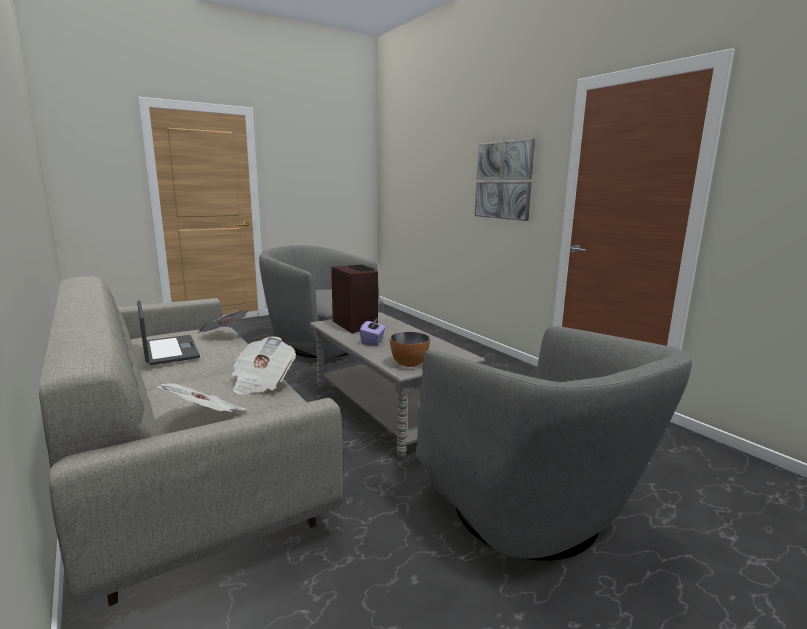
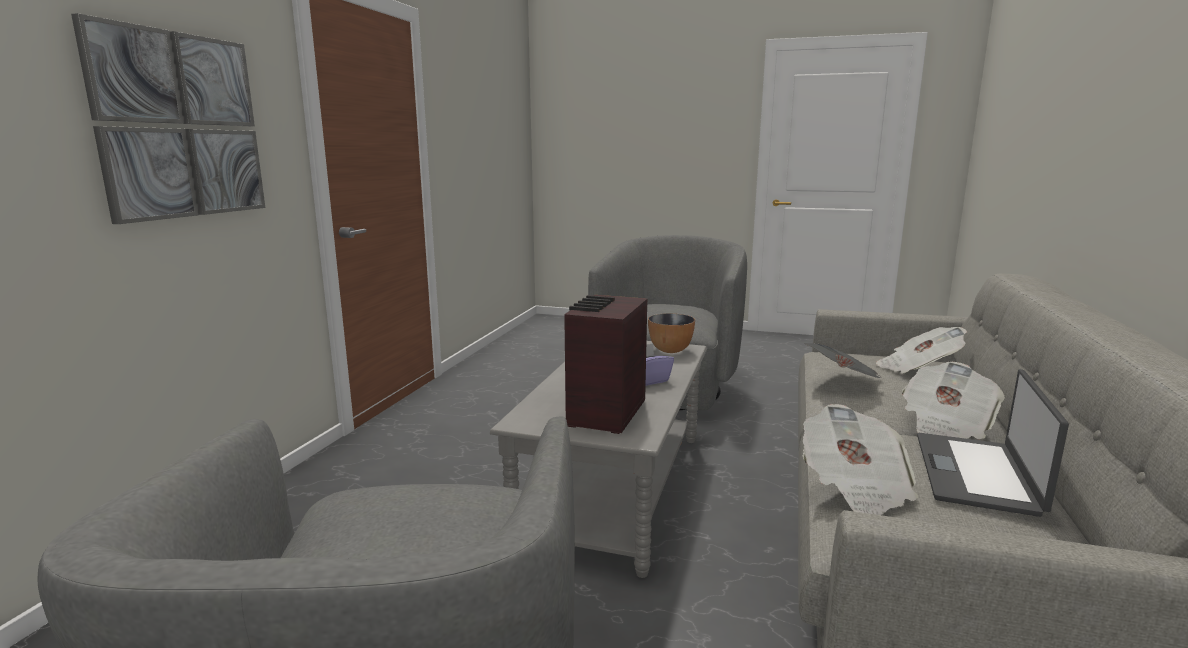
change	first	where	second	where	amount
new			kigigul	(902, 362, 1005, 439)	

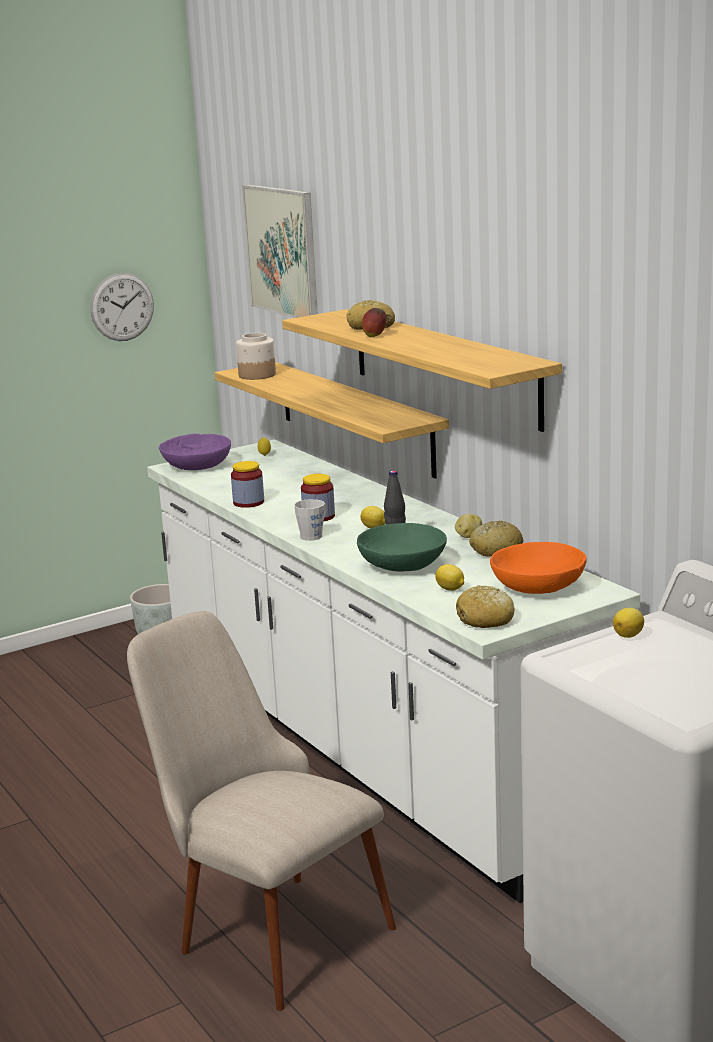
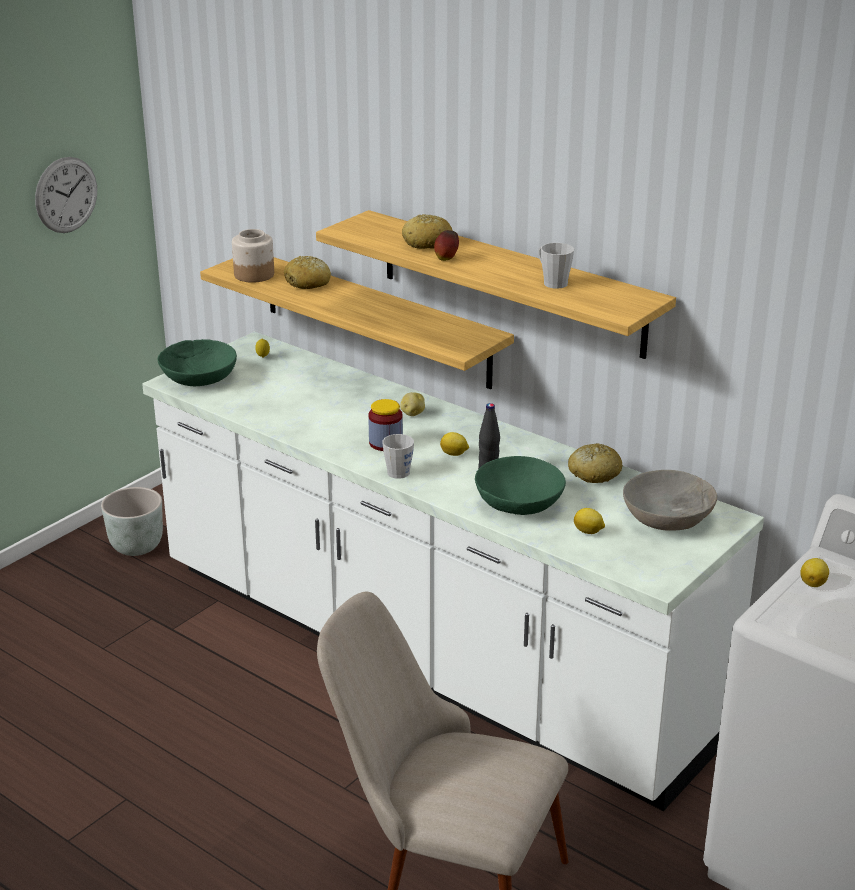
change	first	where	second	where	amount
gone	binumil	(242, 184, 318, 318)			
repainted	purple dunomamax	(159, 434, 231, 470)	green dunomamax	(157, 339, 237, 386)	
gone	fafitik	(231, 461, 264, 508)			
shifted	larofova	(455, 514, 482, 538)		(400, 392, 425, 416)	
repainted	orange dunomamax	(490, 542, 587, 594)	grey dunomamax	(623, 470, 717, 531)	
shifted	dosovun	(456, 585, 515, 628)		(284, 256, 331, 289)	
new			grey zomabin	(538, 243, 574, 289)	

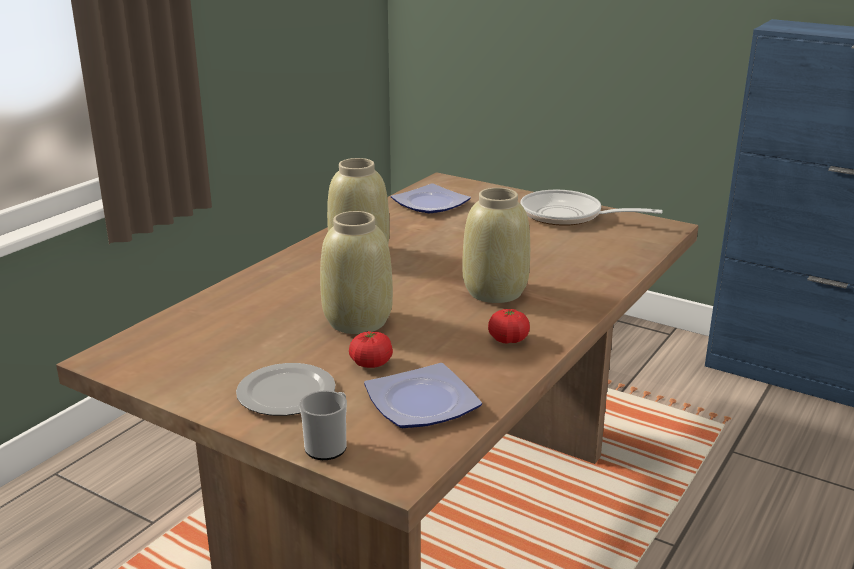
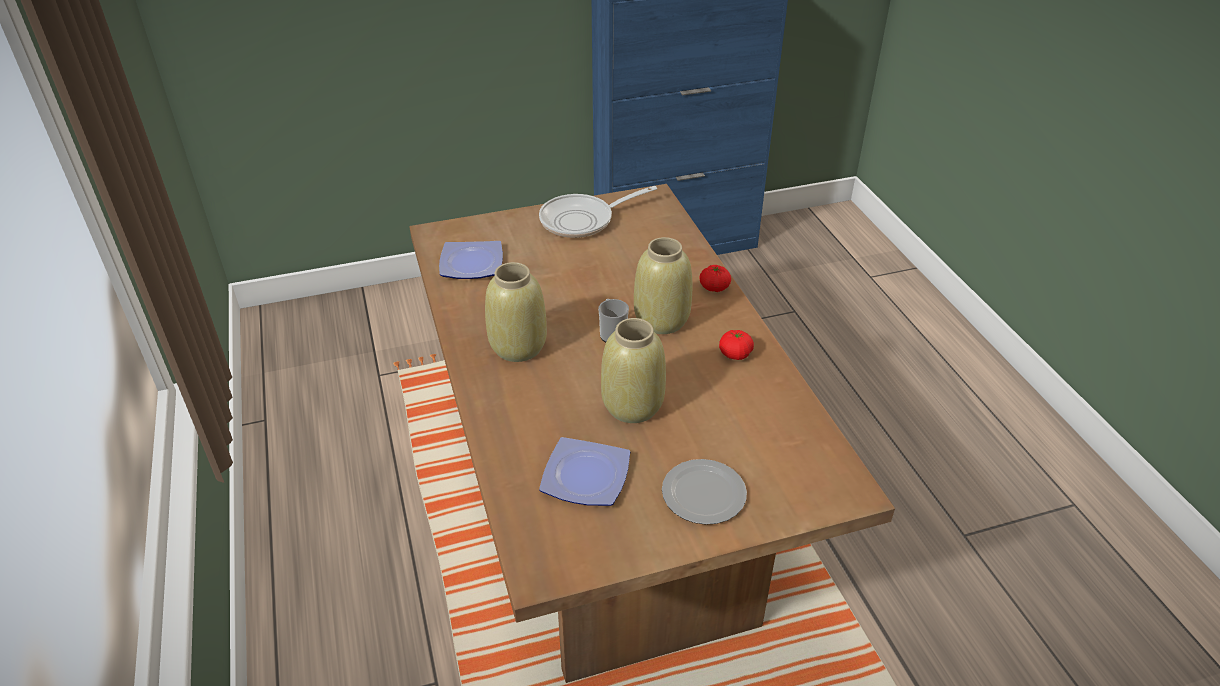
change	first	where	second	where	amount
shifted	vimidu	(349, 331, 393, 368)		(700, 265, 731, 292)	
shifted	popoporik	(364, 363, 482, 428)		(539, 437, 630, 506)	
shifted	zomabin	(300, 390, 347, 460)		(598, 299, 629, 342)	

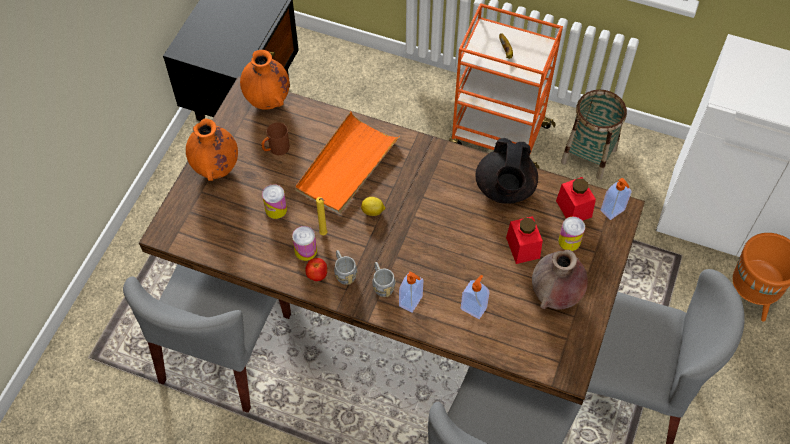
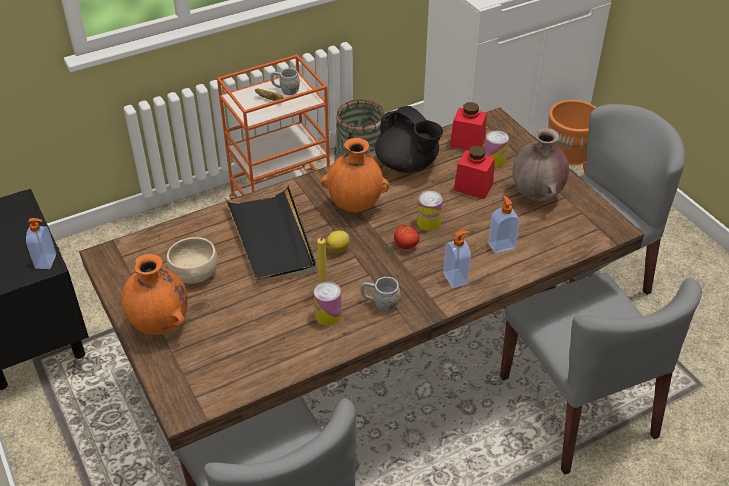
change	first	where	second	where	amount
shifted	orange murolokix	(240, 50, 289, 109)		(321, 138, 389, 213)	
repainted	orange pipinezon	(295, 111, 400, 214)	black pipinezon	(225, 185, 317, 284)	
swapped	brown zomabin	(261, 122, 290, 155)	beige dunomamax	(167, 237, 218, 284)	
shifted	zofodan	(601, 178, 631, 220)		(26, 218, 56, 269)	
shifted	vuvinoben	(262, 184, 287, 219)		(417, 191, 443, 231)	
shifted	vimidu	(305, 258, 327, 281)		(394, 225, 420, 249)	
shifted	grey zomabin	(372, 262, 396, 297)		(271, 68, 300, 95)	

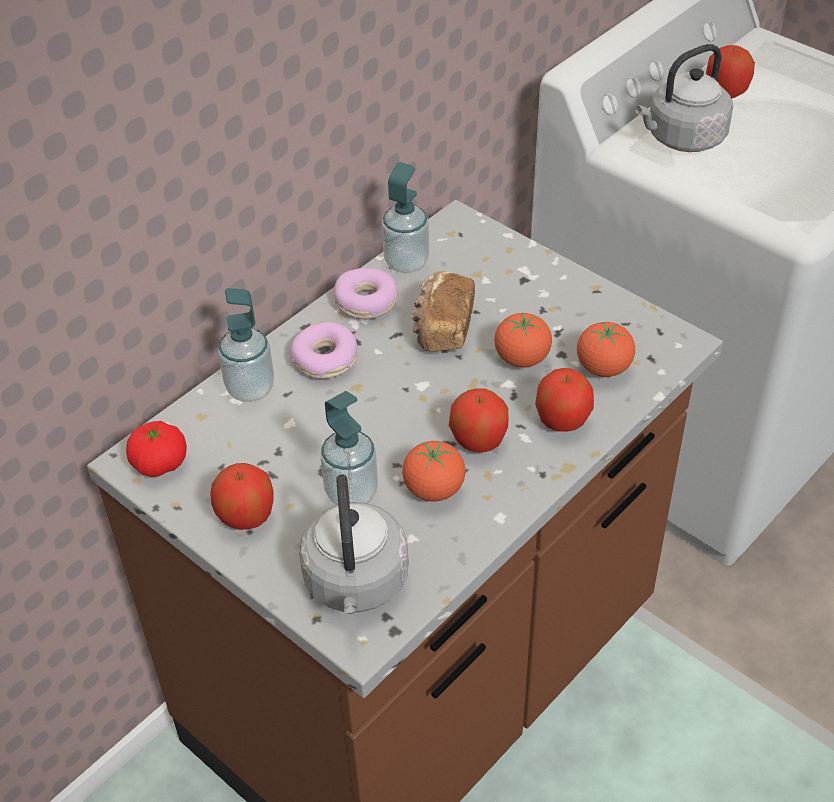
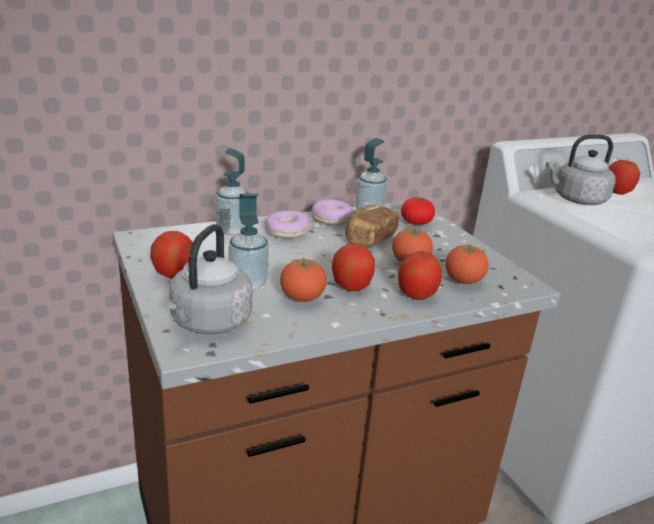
change	first	where	second	where	amount
shifted	vimidu	(126, 421, 187, 477)		(401, 197, 435, 225)	

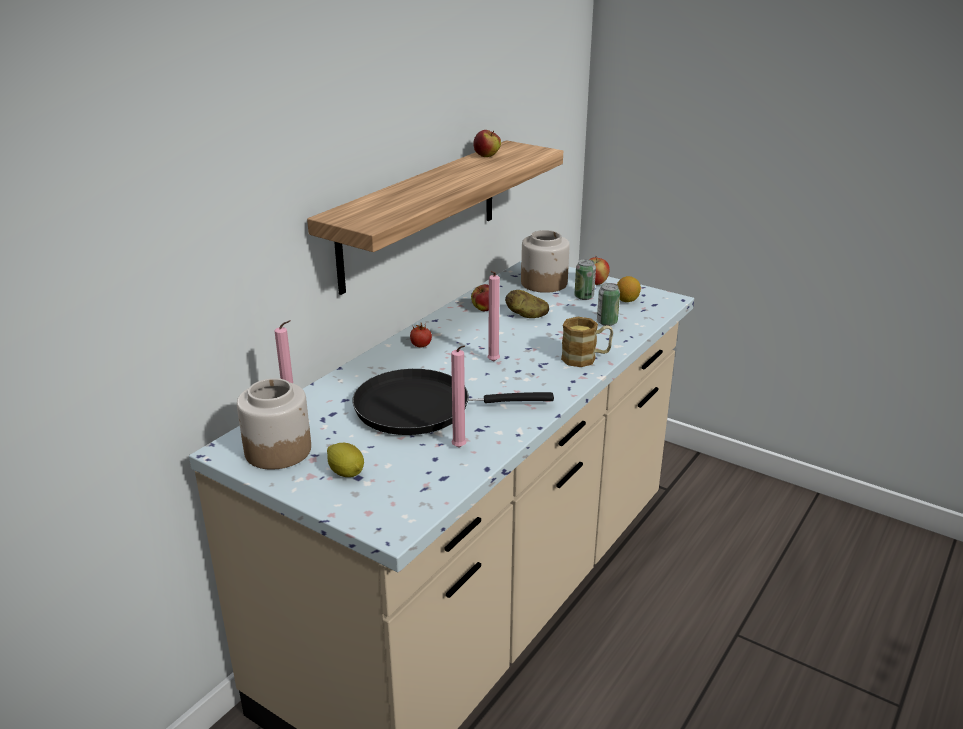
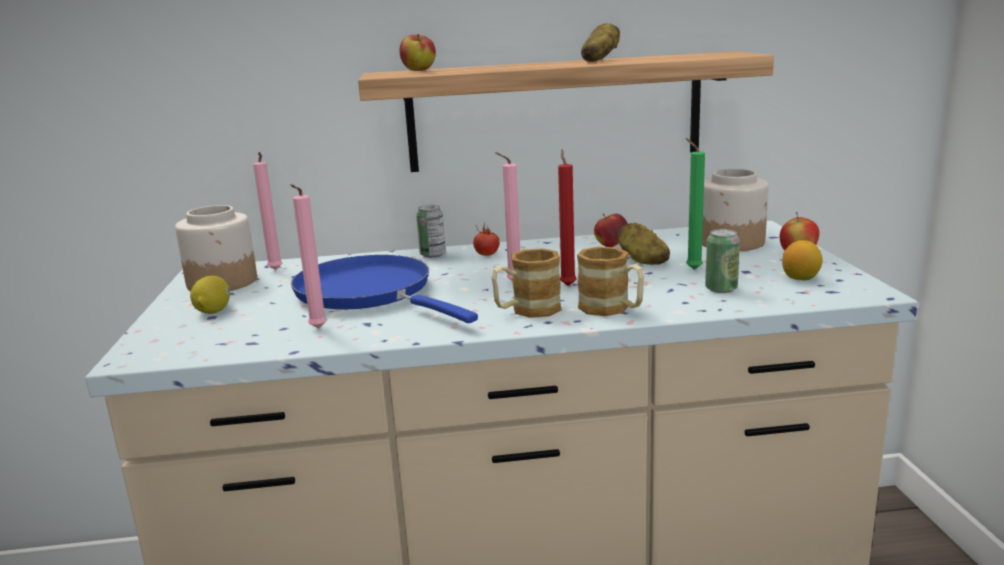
change	first	where	second	where	amount
shifted	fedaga	(473, 130, 501, 157)		(399, 34, 436, 71)	
shifted	vuvinoben	(574, 259, 596, 300)		(416, 205, 446, 258)	
repainted	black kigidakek	(353, 369, 554, 435)	blue kigidakek	(291, 255, 478, 323)	
new			larofova	(581, 24, 620, 62)	
new			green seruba	(685, 138, 705, 270)	
new			red seruba	(558, 149, 577, 286)	
new			zomabin	(491, 248, 561, 318)	

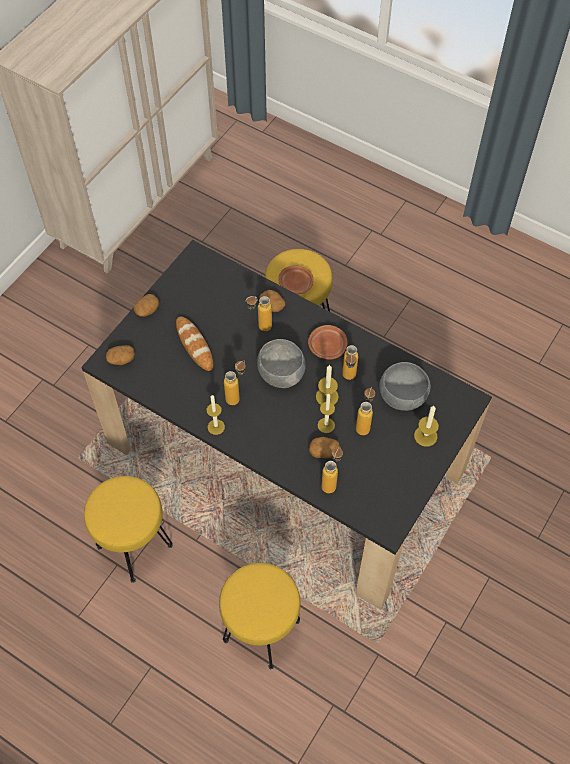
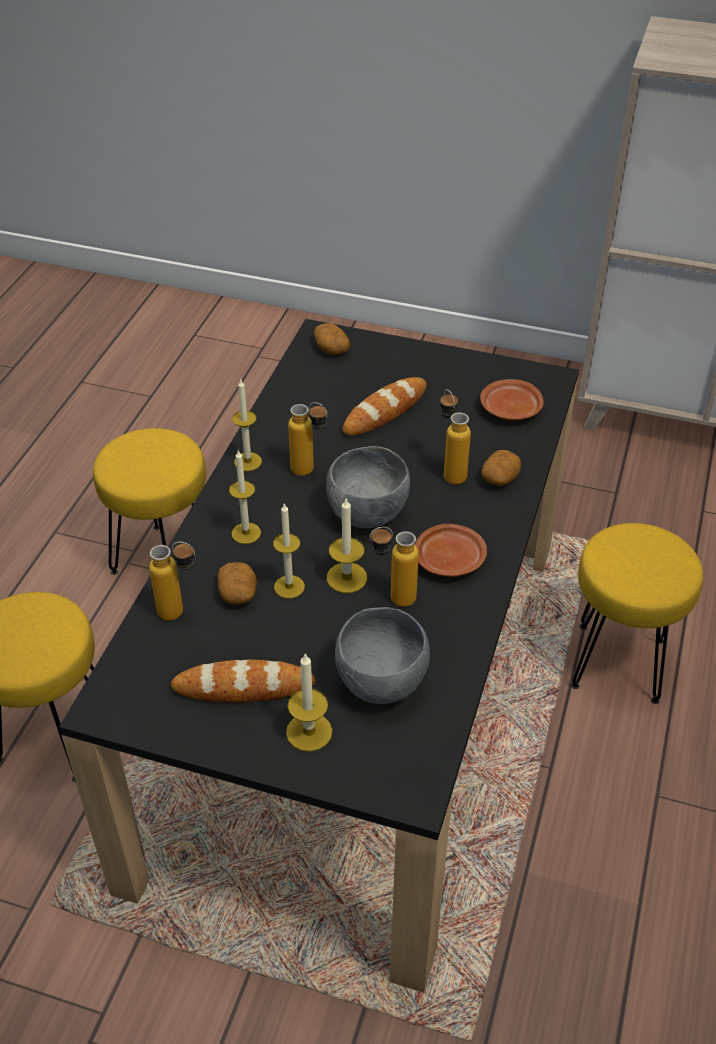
change	first	where	second	where	amount
shifted	brown popoporik	(278, 266, 314, 294)		(480, 379, 544, 421)	
gone	larofova	(134, 294, 159, 317)			
gone	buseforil	(356, 387, 375, 435)			
new			seruba	(229, 450, 261, 544)	
new			dosovun	(171, 660, 315, 702)	

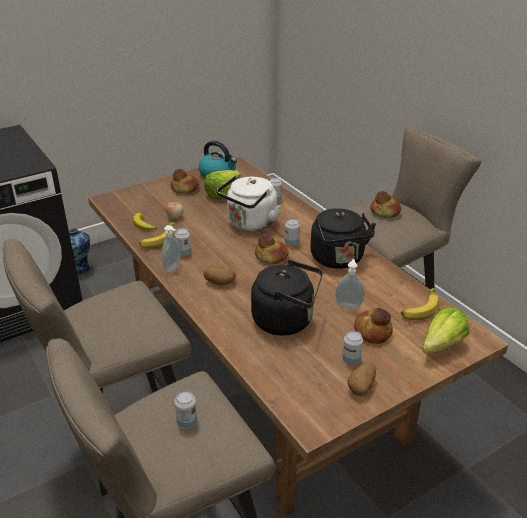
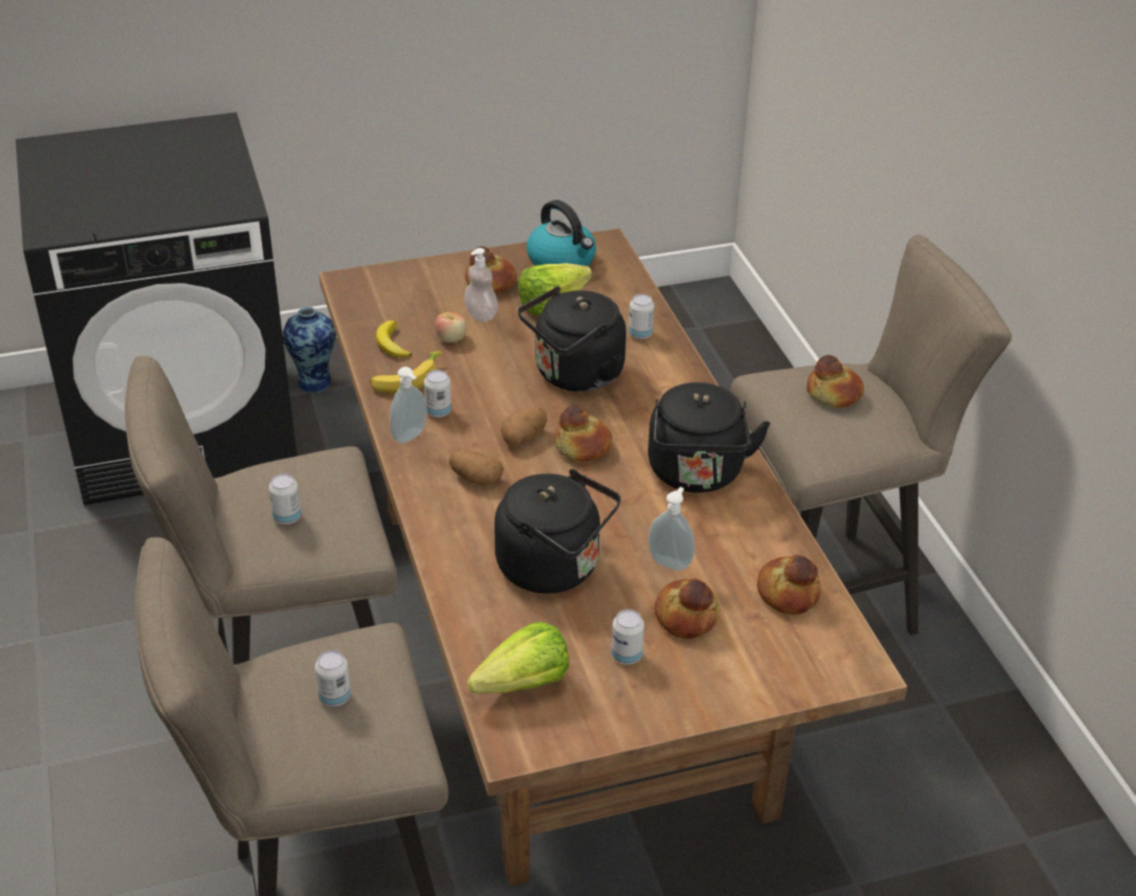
change	first	where	second	where	amount
repainted	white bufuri	(217, 176, 281, 231)	black bufuri	(518, 286, 626, 392)	
shifted	vuvinoben	(285, 219, 300, 246)		(269, 473, 301, 524)	
swapped	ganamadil	(401, 288, 439, 320)	dosovun	(757, 555, 821, 615)	
shifted	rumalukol	(423, 308, 469, 354)		(468, 621, 569, 694)	
shifted	larofova	(348, 362, 376, 396)		(501, 406, 547, 446)	
new			zofodan	(464, 248, 498, 322)	

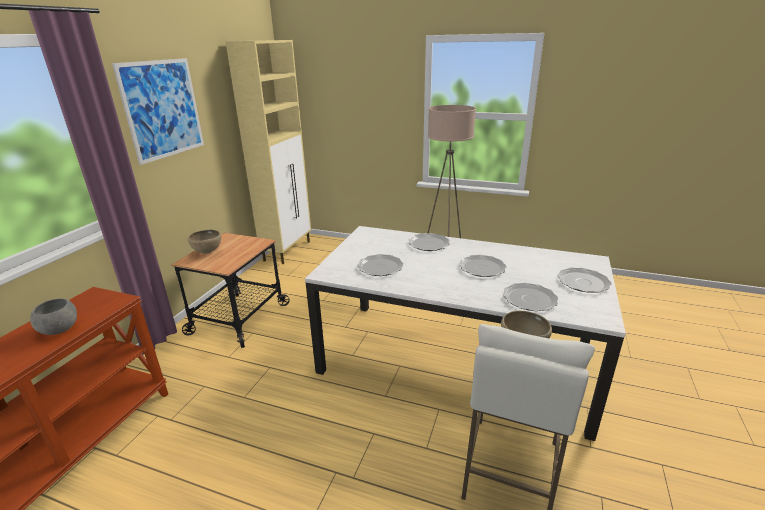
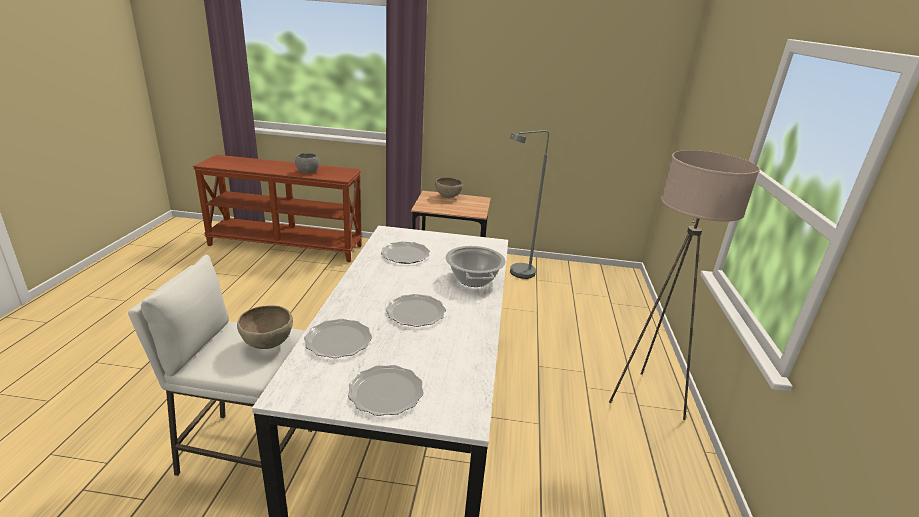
change	first	where	second	where	amount
gone	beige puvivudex	(226, 40, 311, 264)			
gone	binumil	(112, 58, 204, 165)			
swapped	popoporik	(408, 233, 450, 251)	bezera	(446, 246, 506, 287)	
new			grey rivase	(510, 130, 549, 279)	

